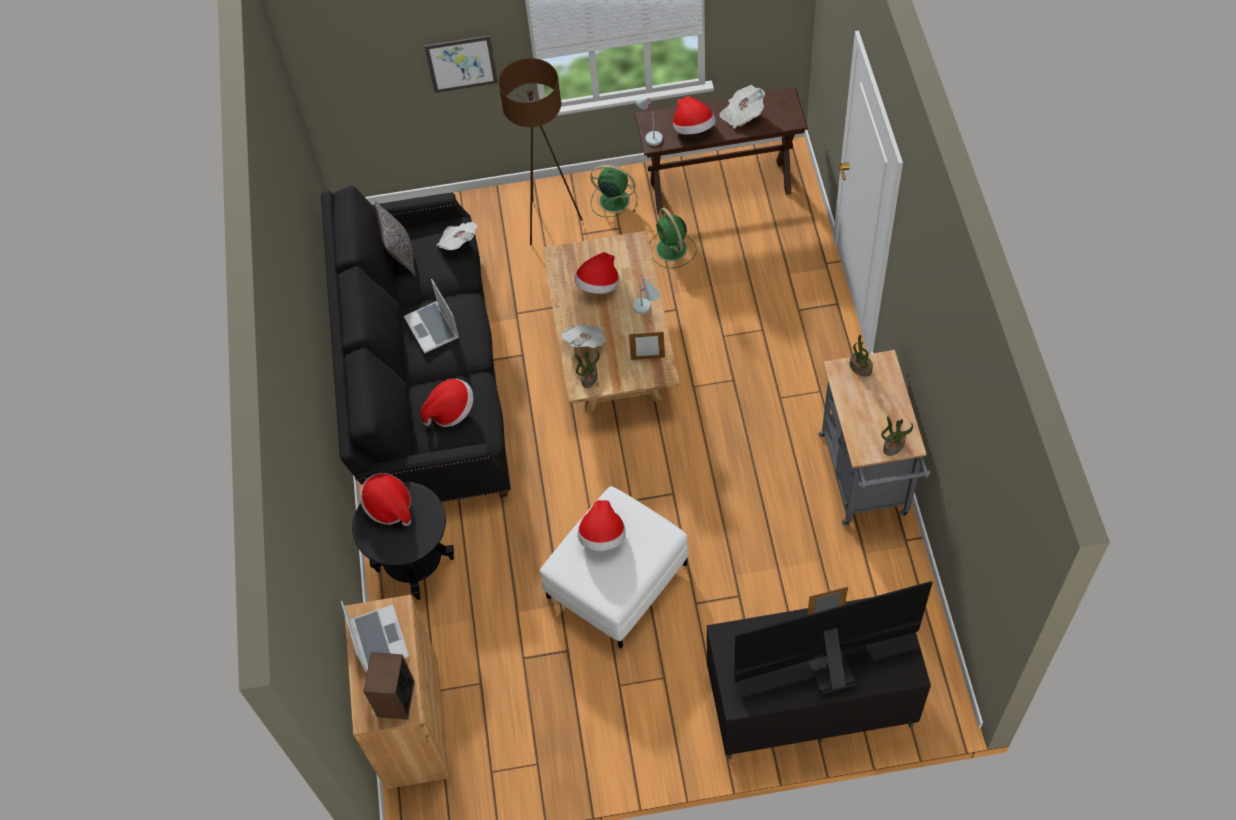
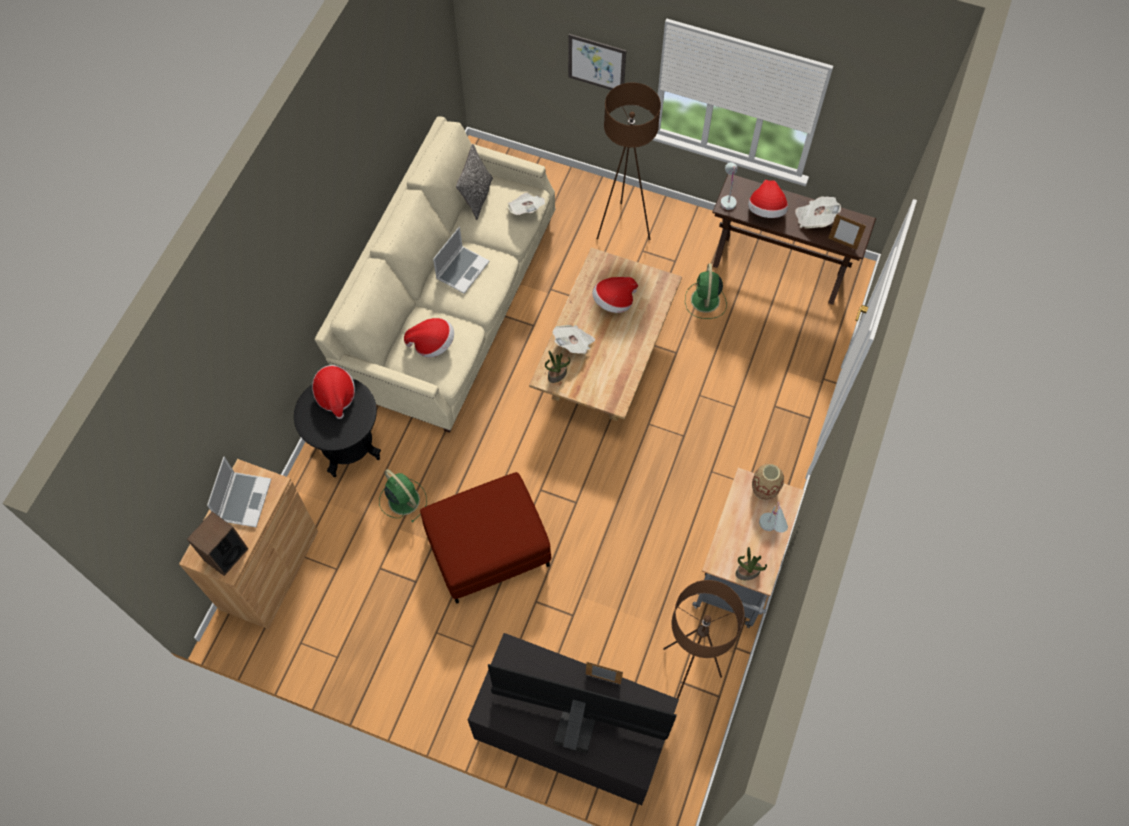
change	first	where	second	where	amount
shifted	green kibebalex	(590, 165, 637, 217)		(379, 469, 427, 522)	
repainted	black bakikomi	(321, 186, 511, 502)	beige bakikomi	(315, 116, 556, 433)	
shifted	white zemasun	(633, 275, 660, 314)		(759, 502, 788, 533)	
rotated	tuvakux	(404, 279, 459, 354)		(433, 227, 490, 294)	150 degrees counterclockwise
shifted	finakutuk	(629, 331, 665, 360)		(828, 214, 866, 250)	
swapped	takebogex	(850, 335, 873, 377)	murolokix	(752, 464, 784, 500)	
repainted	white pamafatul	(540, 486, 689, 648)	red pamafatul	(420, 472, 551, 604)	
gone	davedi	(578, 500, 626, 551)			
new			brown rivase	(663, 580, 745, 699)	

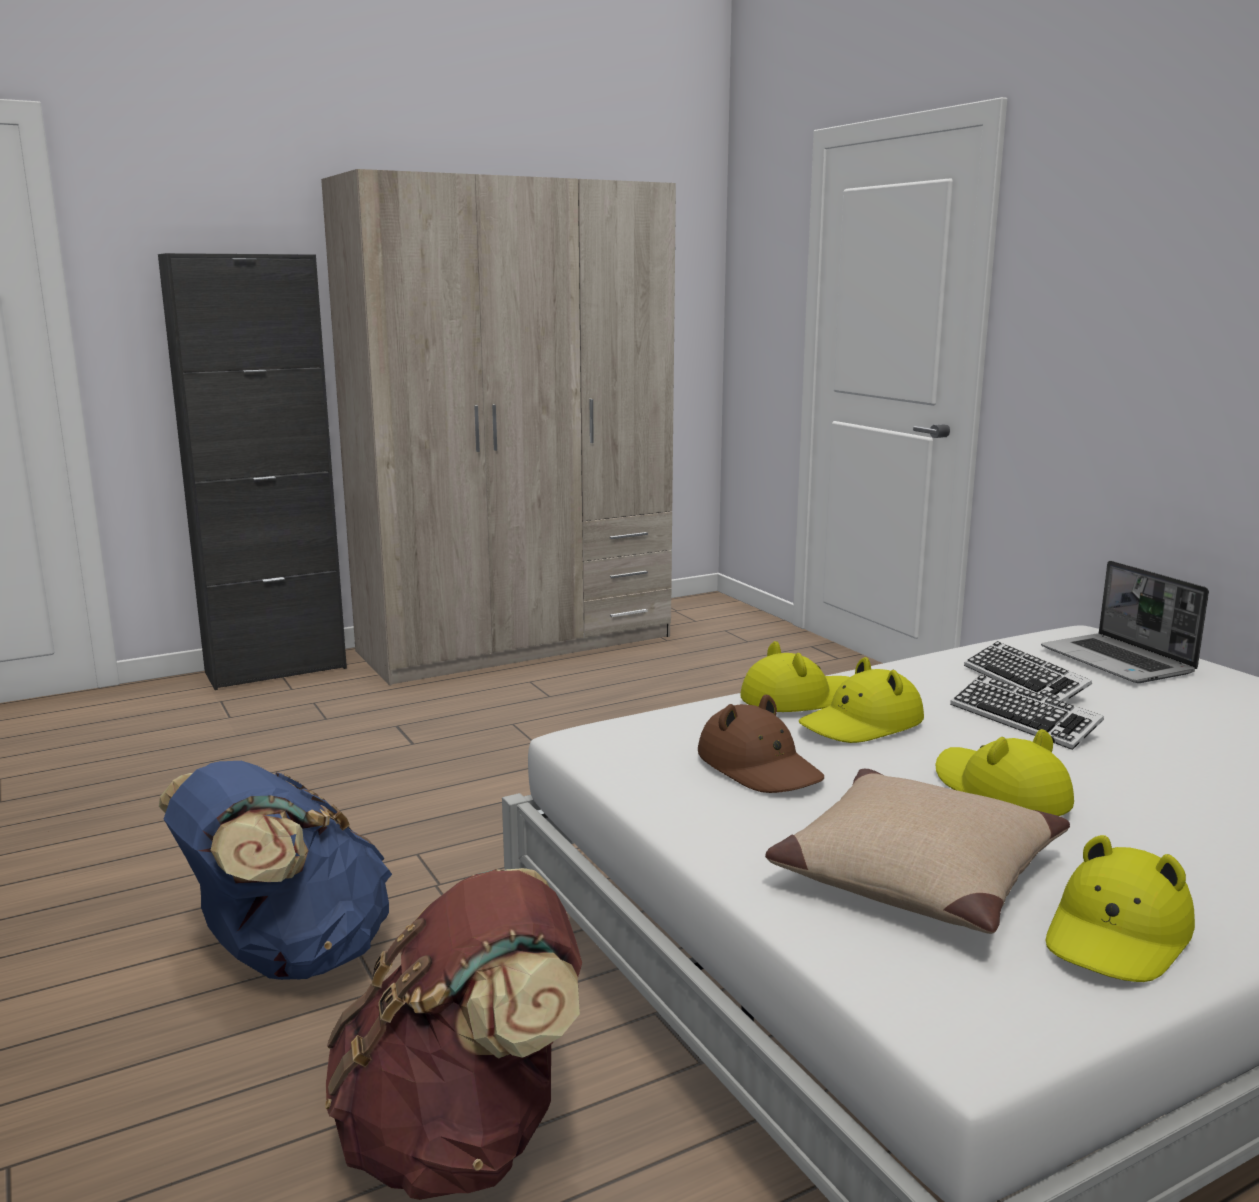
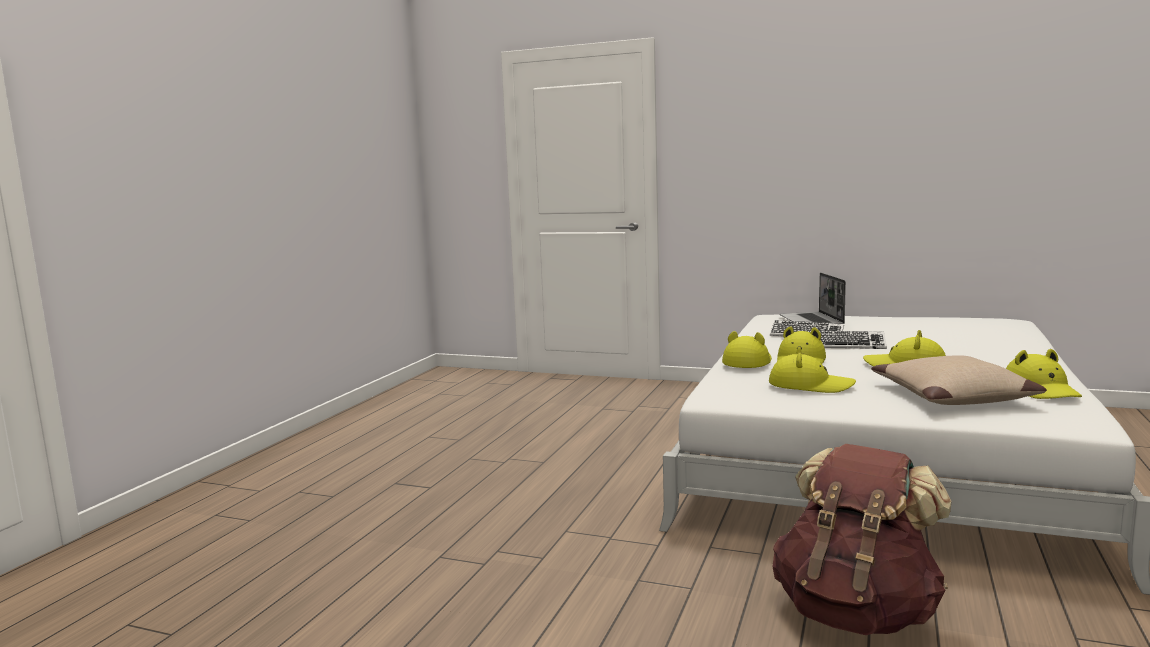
change	first	where	second	where	amount
gone	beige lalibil	(321, 169, 676, 686)			
gone	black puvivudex	(158, 253, 347, 690)			
rotated	tuvakux	(1041, 561, 1209, 683)		(779, 273, 846, 324)	60 degrees clockwise
repainted	brown davedi	(698, 694, 824, 793)	yellow davedi	(769, 347, 856, 393)	
gone	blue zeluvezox	(159, 761, 392, 980)			

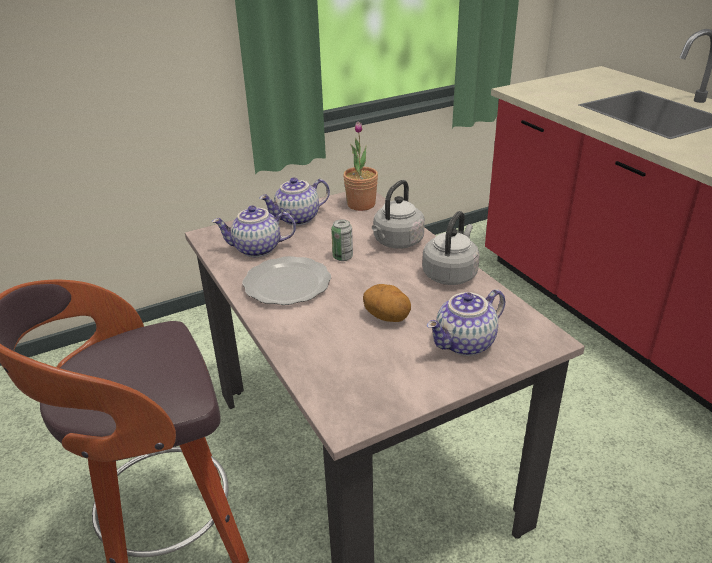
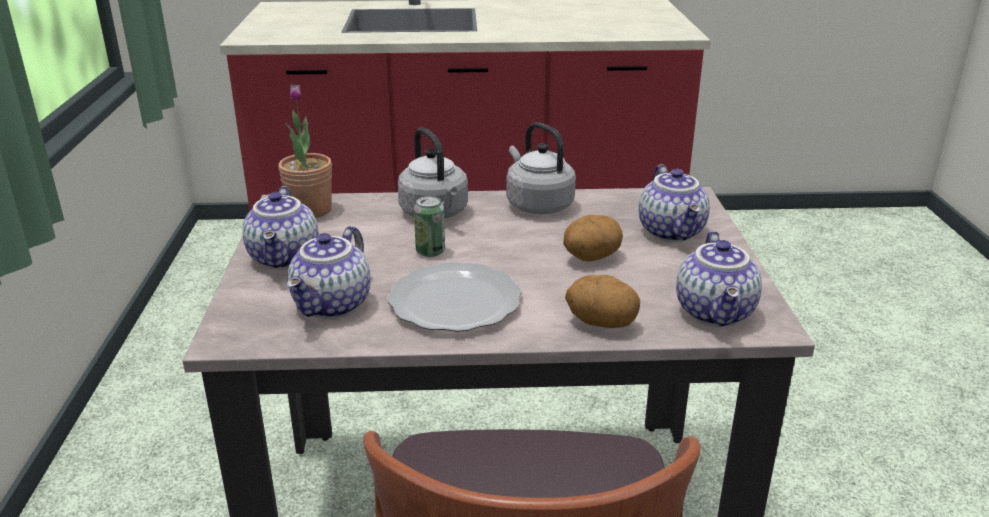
change	first	where	second	where	amount
new			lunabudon	(676, 231, 762, 326)	
new			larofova	(565, 275, 640, 328)	

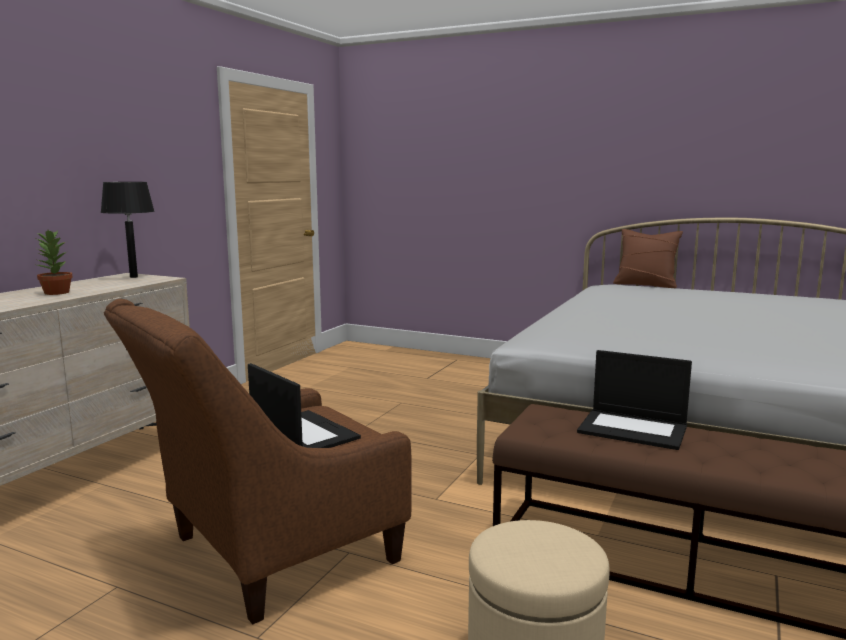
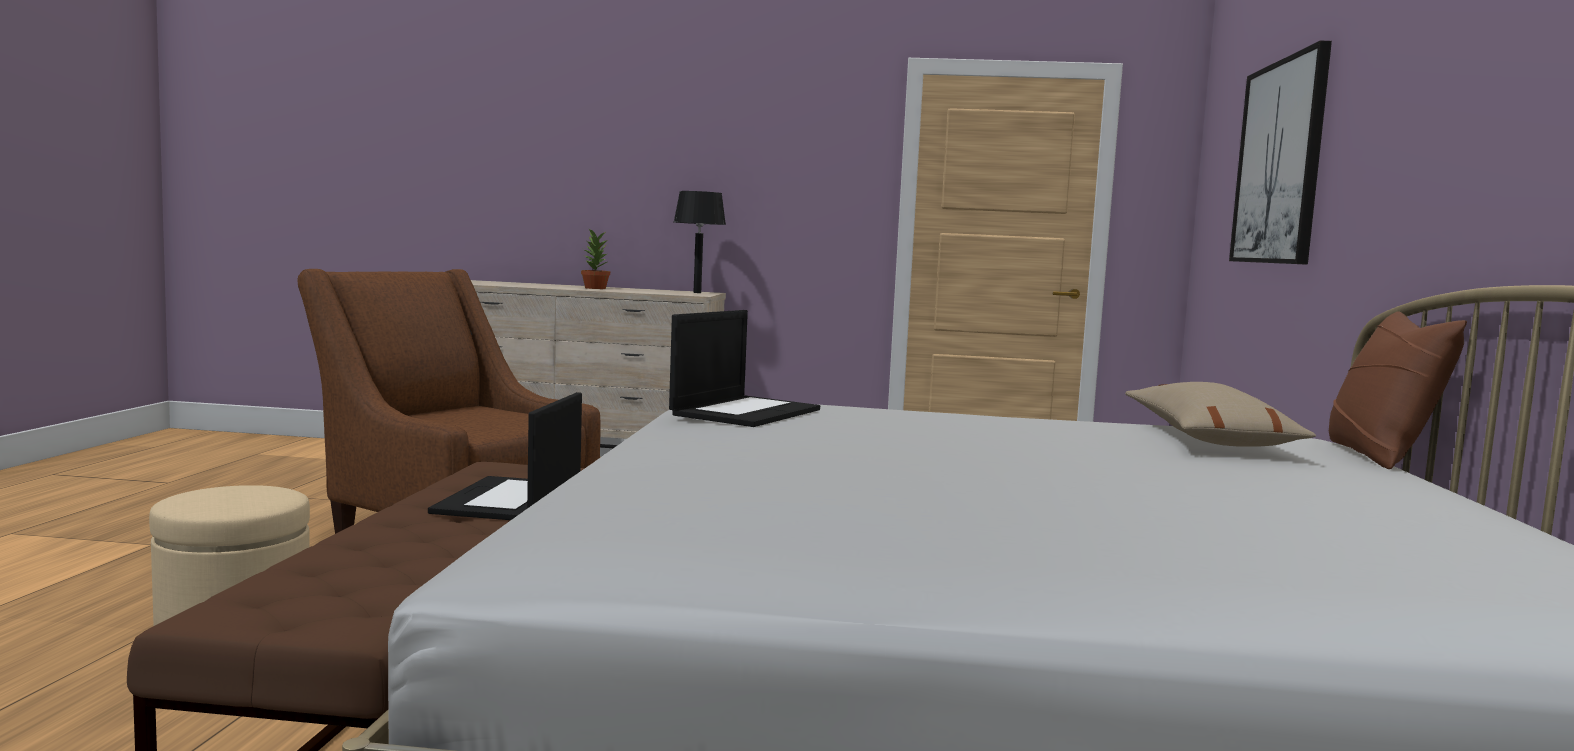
change	first	where	second	where	amount
shifted	tuvakux	(248, 363, 361, 448)		(669, 310, 820, 427)	
new			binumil	(1229, 41, 1332, 265)	
new			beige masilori	(1125, 382, 1316, 447)	

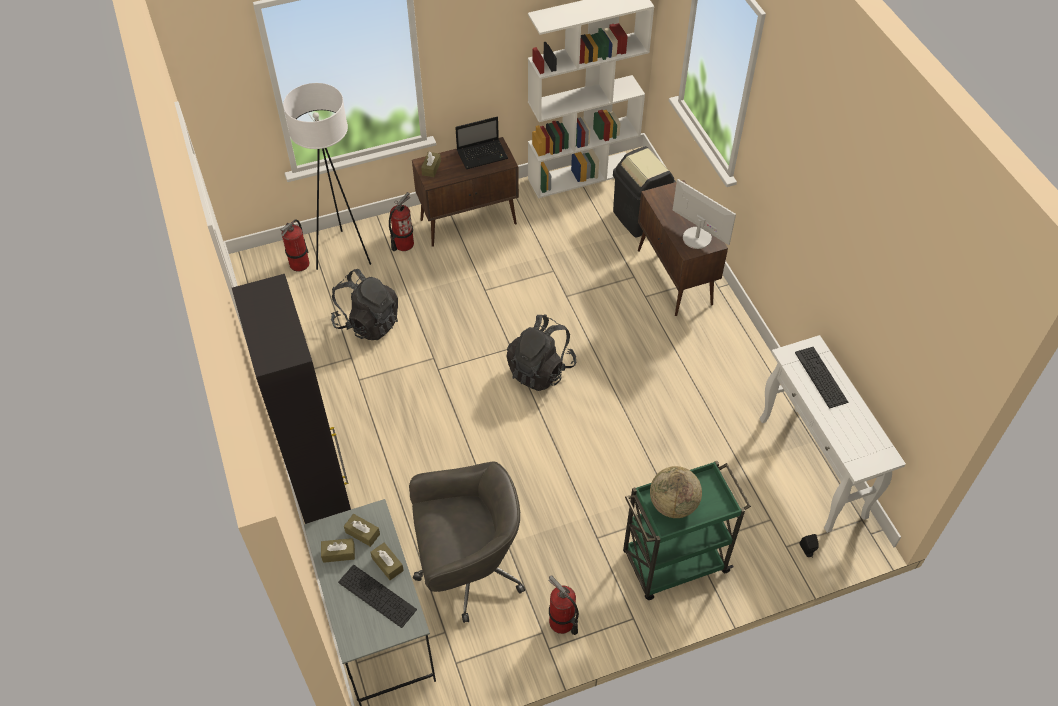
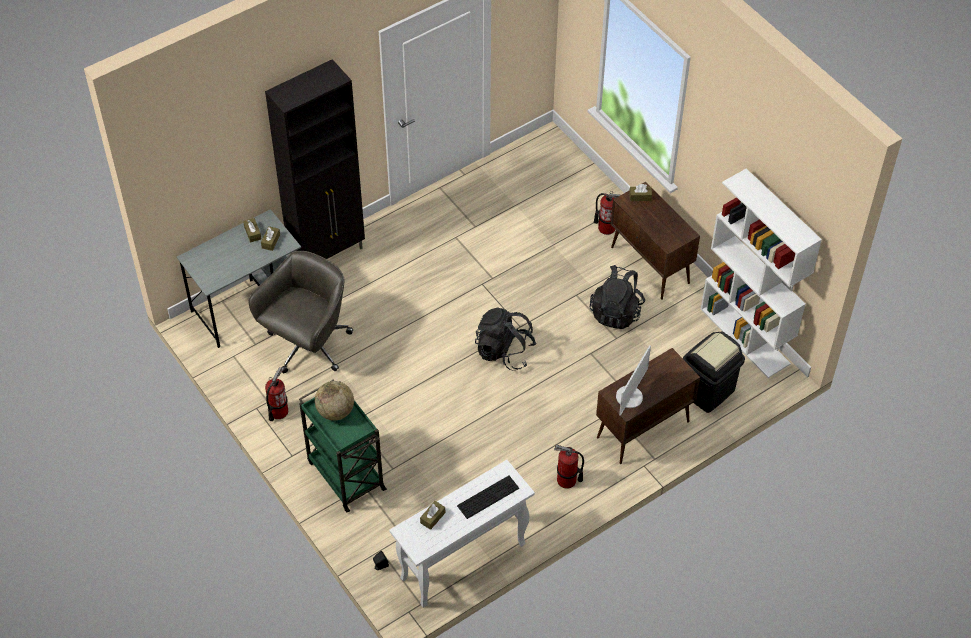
change	first	where	second	where	amount
gone	white rivase	(283, 83, 371, 270)			
gone	tuvakux	(455, 117, 508, 169)			
shifted	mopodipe	(281, 219, 309, 272)		(554, 444, 584, 489)	
shifted	black zeluvezox	(331, 269, 398, 340)		(590, 265, 645, 329)	
rotated	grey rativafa	(409, 461, 525, 623)		(249, 251, 353, 373)	120 degrees counterclockwise
shifted	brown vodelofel	(370, 543, 404, 580)		(420, 501, 445, 530)	
gone	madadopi	(338, 565, 417, 628)			

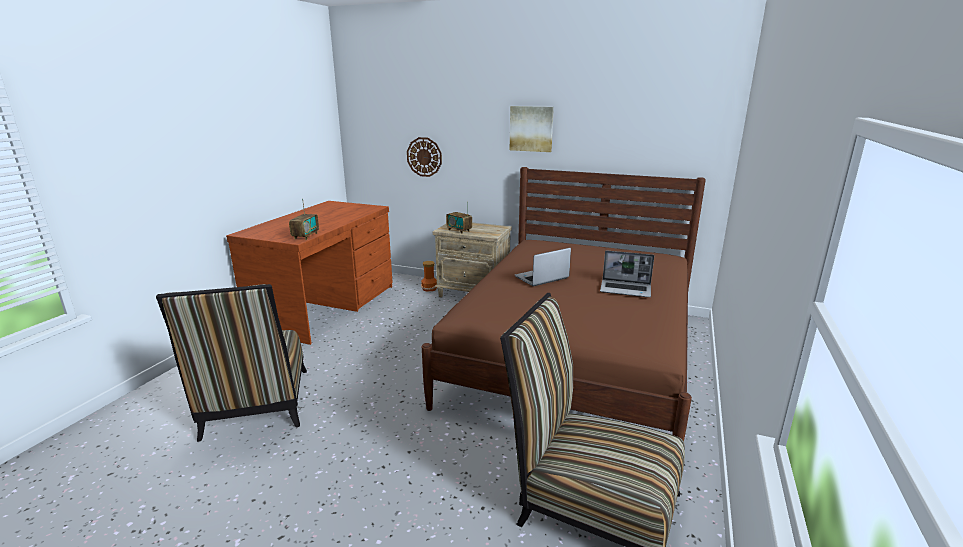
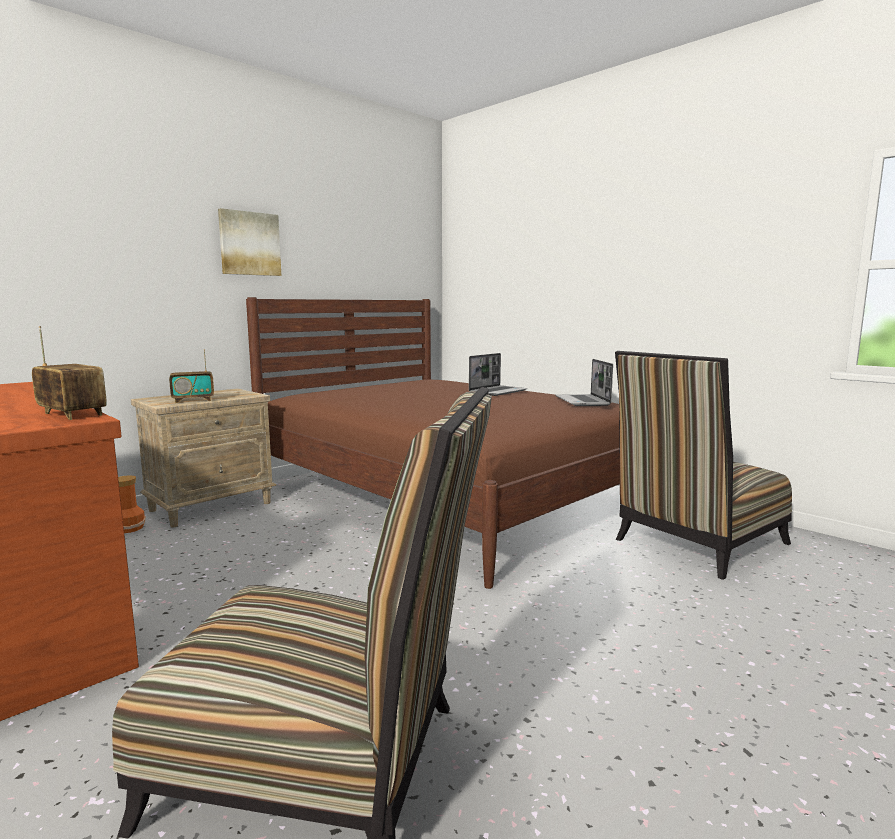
change	first	where	second	where	amount
gone	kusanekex	(407, 137, 442, 177)			
shifted	tuvakux	(515, 248, 571, 286)		(555, 359, 613, 406)	

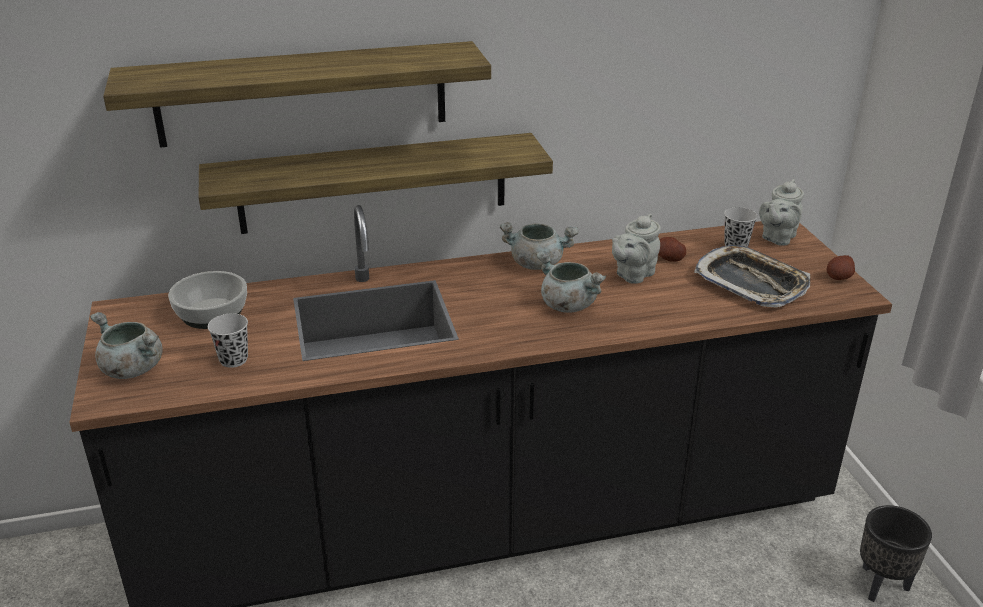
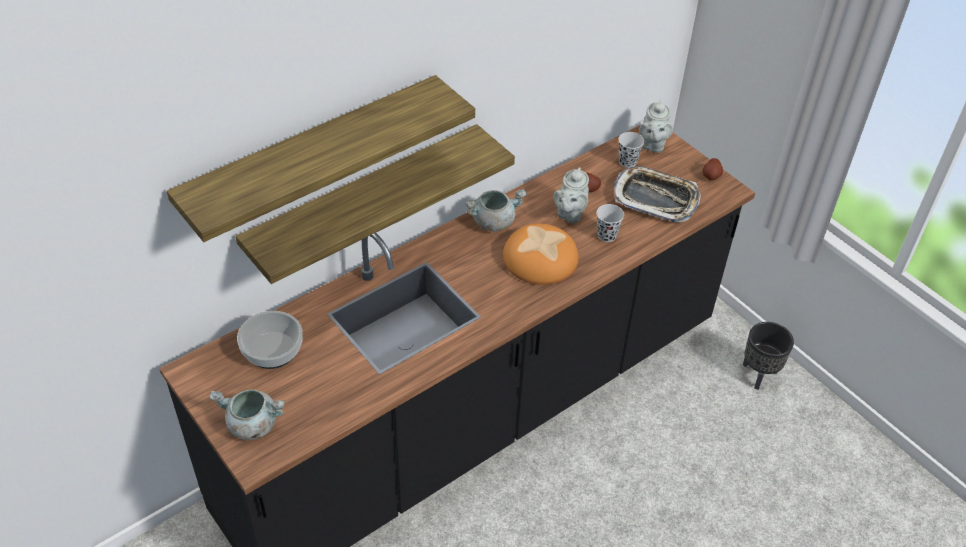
change	first	where	second	where	amount
swapped	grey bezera	(536, 251, 606, 313)	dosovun	(503, 223, 579, 285)	
shifted	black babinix	(208, 313, 248, 368)		(596, 204, 624, 242)	

